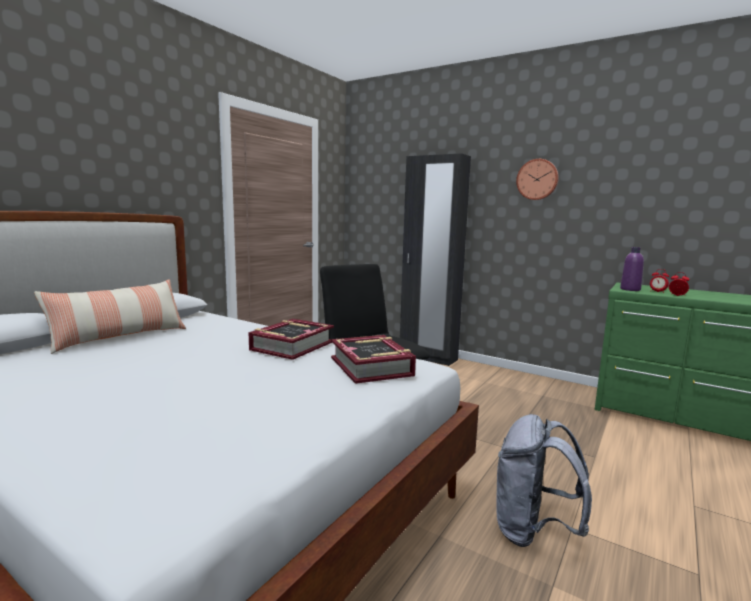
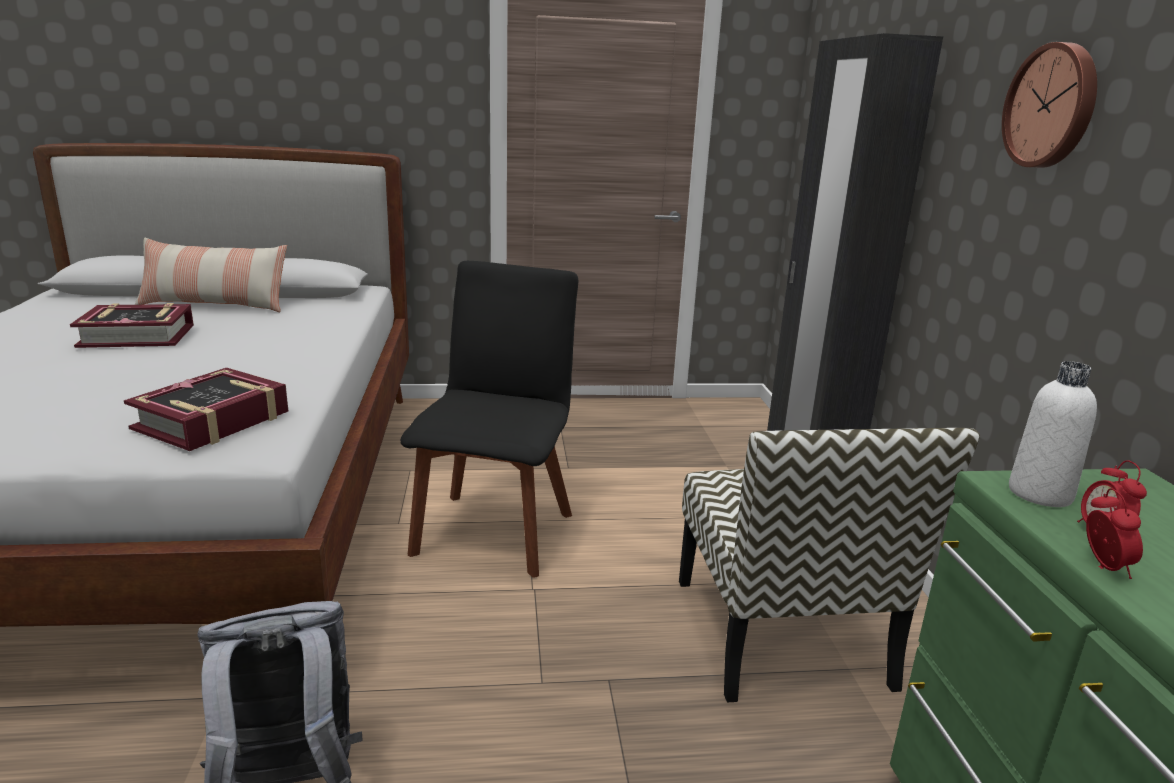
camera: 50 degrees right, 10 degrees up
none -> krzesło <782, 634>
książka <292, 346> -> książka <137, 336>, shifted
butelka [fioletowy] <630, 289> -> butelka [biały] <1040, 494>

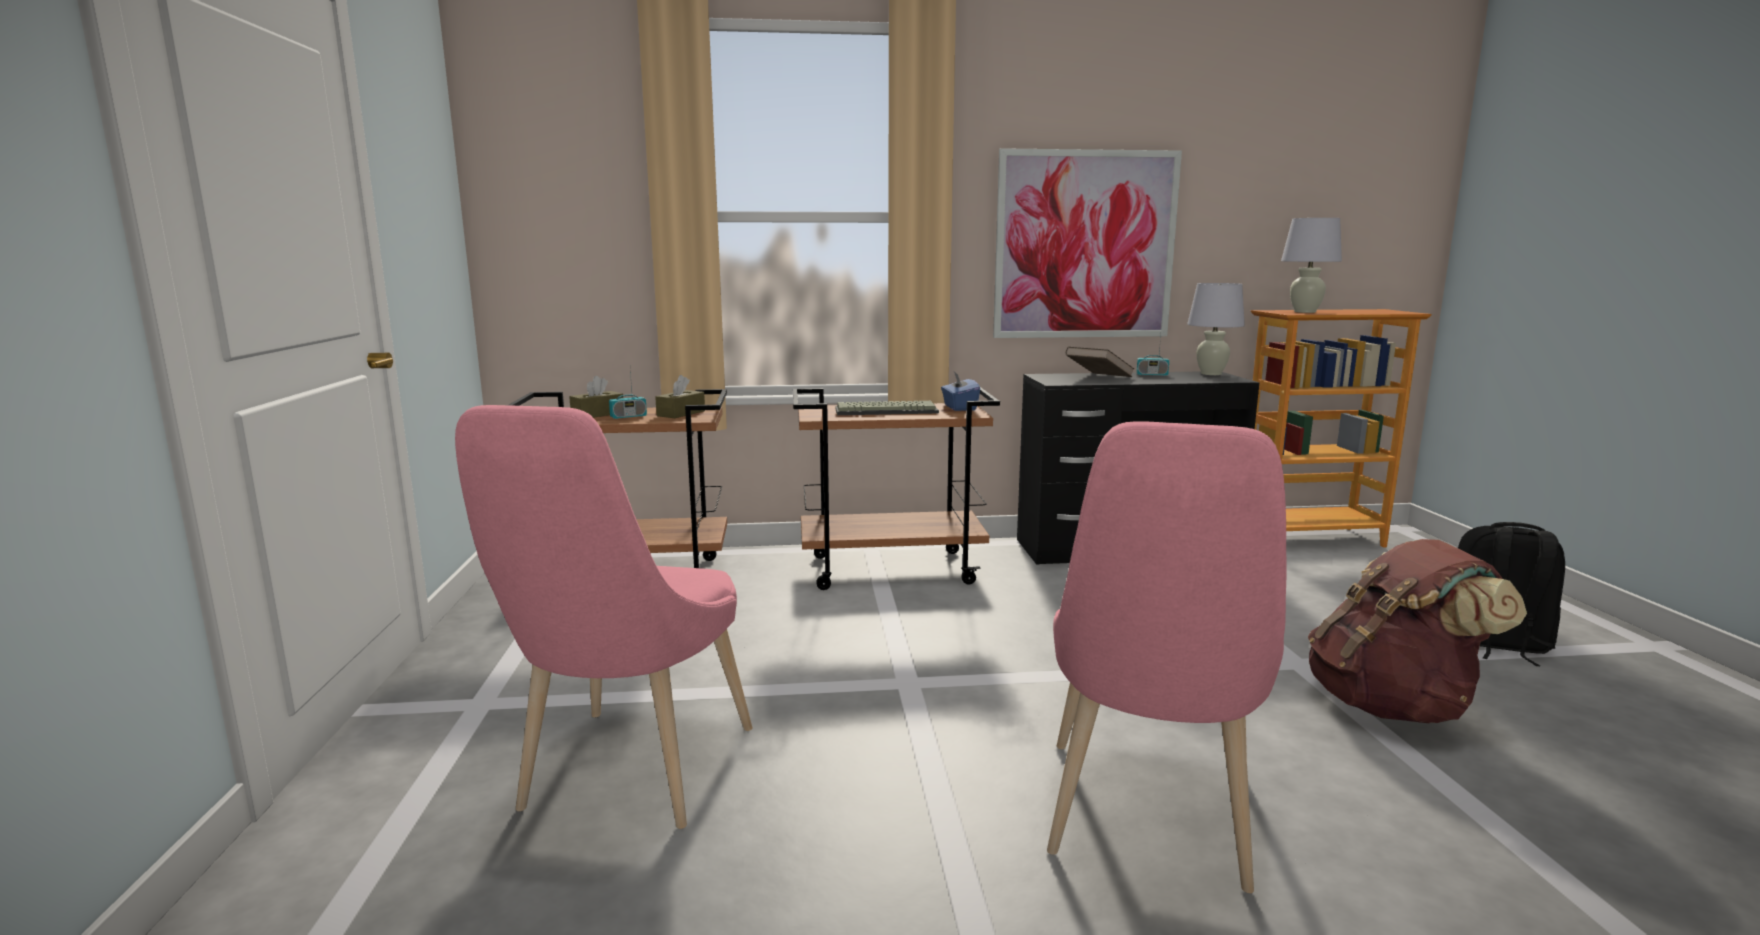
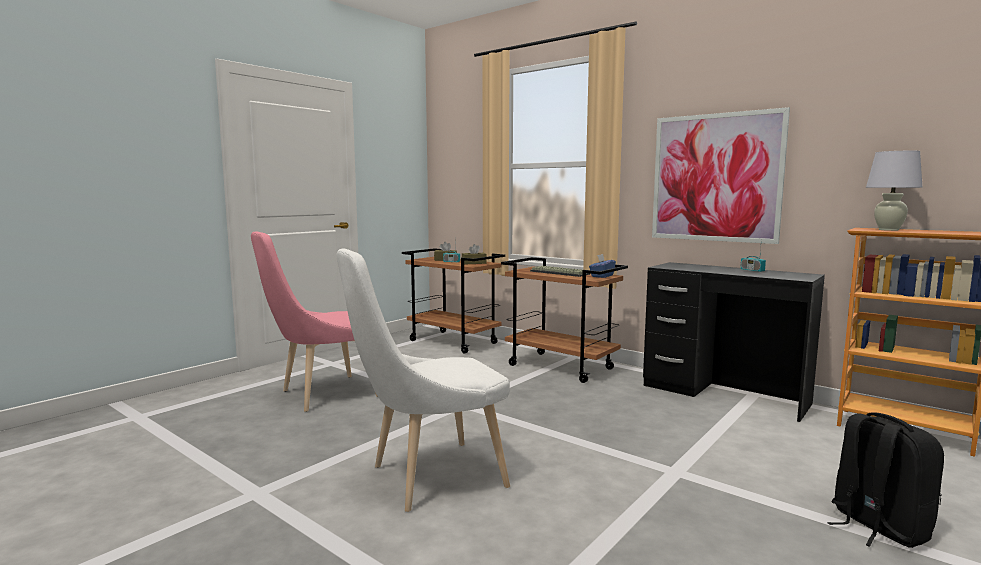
camera: 45 degrees right, 5 degrees down
książka [brązowy] <1098, 377> -> none
lampa stołowa [biały] <1211, 374> -> none
plecak [brązowy] <1393, 706> -> none
krzesło [różowy] <1147, 823> -> krzesło [biały] <429, 478>

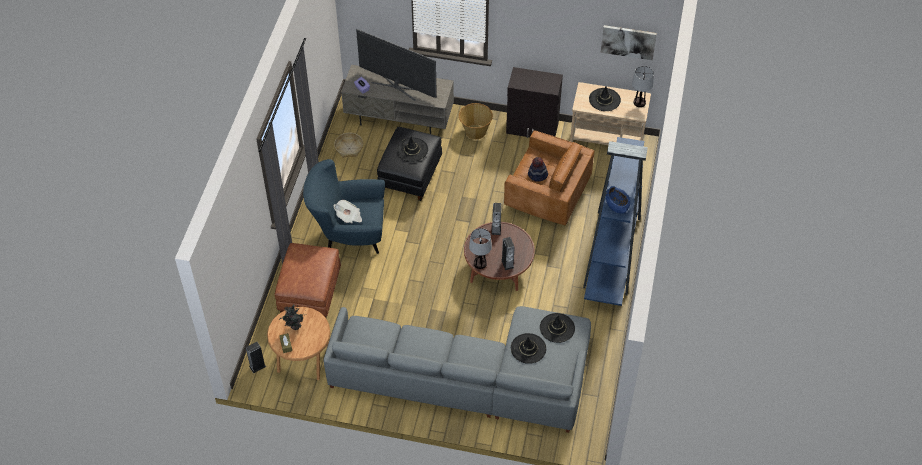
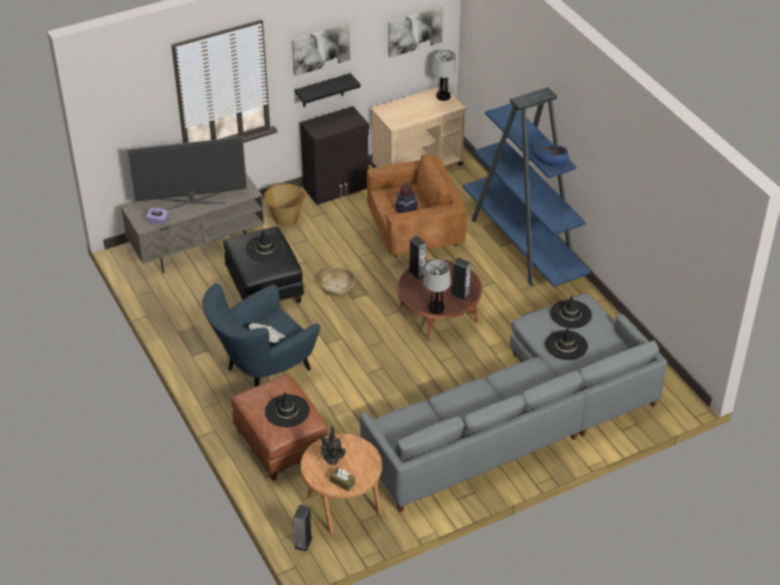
camera: 40 degrees left, 10 degrees down
none -> obraz <320, 48>
none -> półka [czarny] <323, 91>
koszyk <349, 148> -> koszyk <337, 286>, shifted
kapelusz [czarny] <604, 100> -> kapelusz [czarny] <287, 411>, shifted

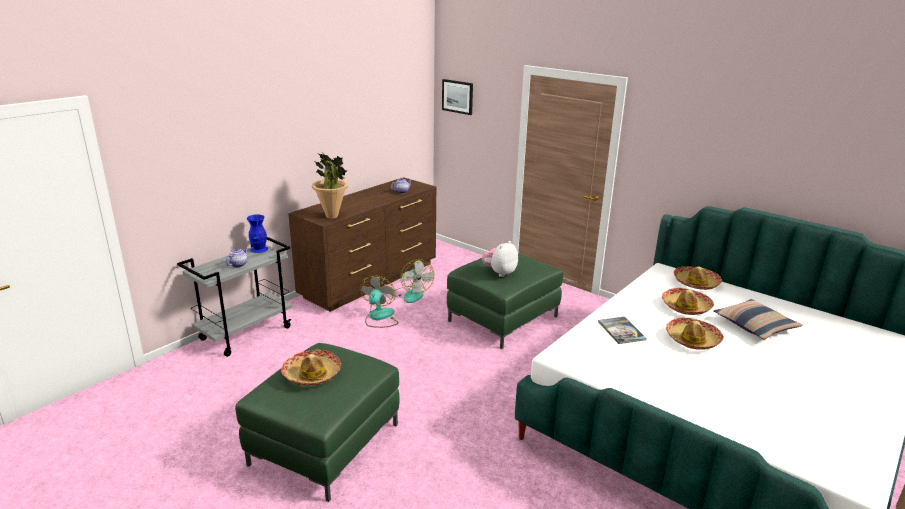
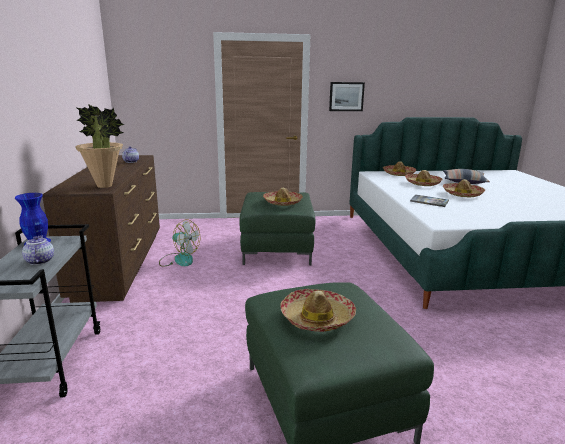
camera: 45 degrees left, 5 degrees down
wentylator <379, 317> -> none
obraz <457, 96> -> obraz <346, 96>, shifted
pluszak <499, 273> -> kapelusz <282, 202>

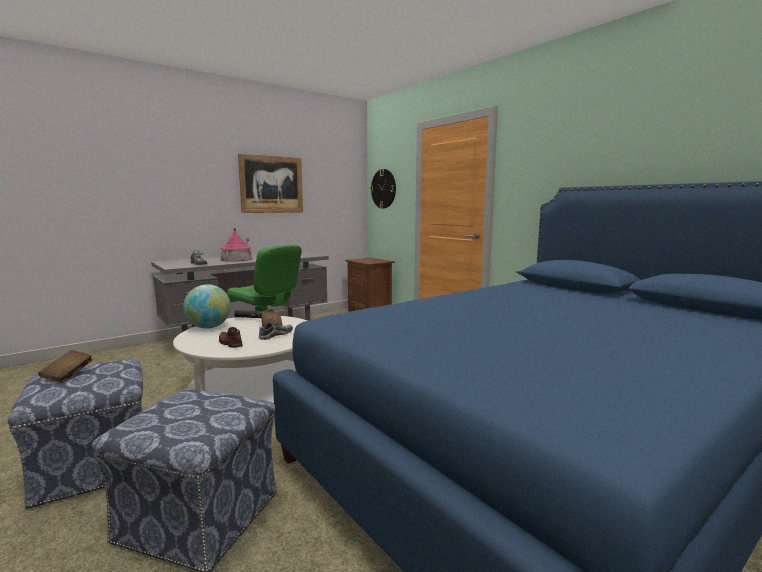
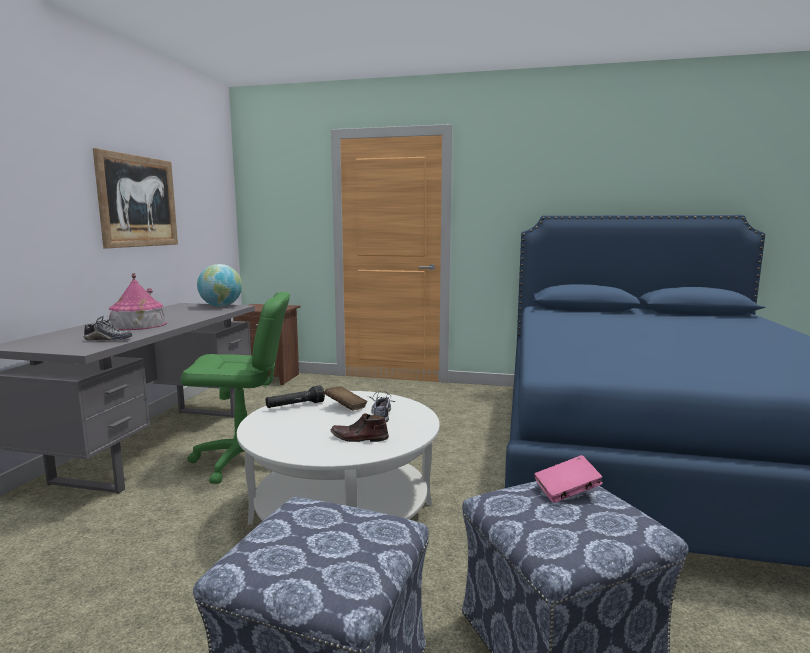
camera: 40 degrees left, 0 degrees up
książka [brązowy] <68, 375> -> none
zegar ścienny <383, 188> -> none
none -> książka [różowy] <567, 492>
globus <209, 327> -> globus <221, 306>, shifted

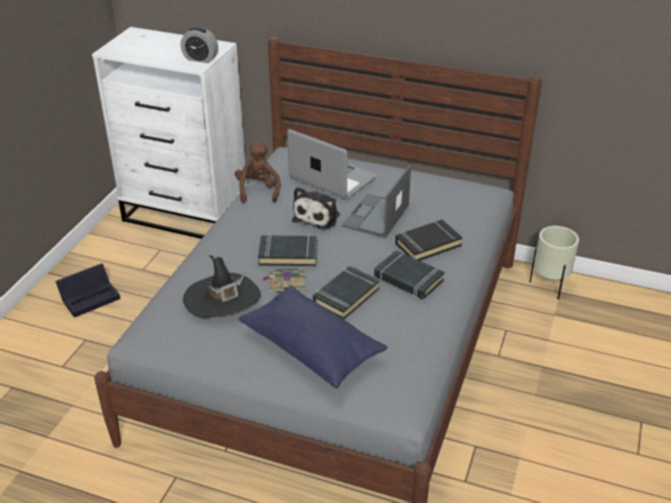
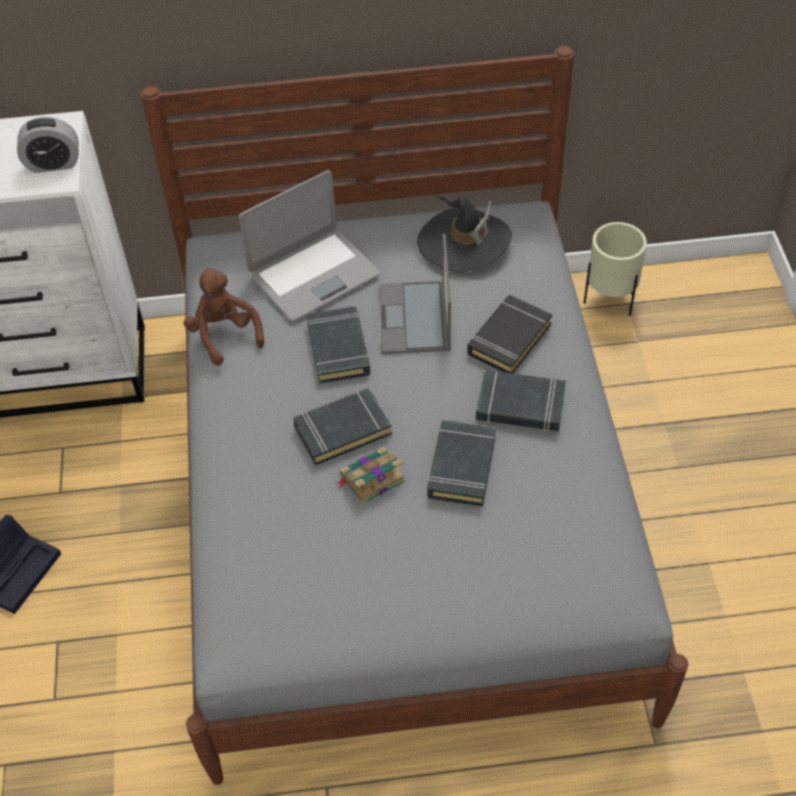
camera: 25 degrees left, 15 degrees up
poduszka [niebieski] <312, 348> -> none
kapelusz [czarny] <222, 299> -> kapelusz [czarny] <464, 243>, shifted
pluszak <318, 216> -> książka [czarny] <338, 349>
laptop <332, 179> -> laptop <313, 275>, 135 degrees clockwise

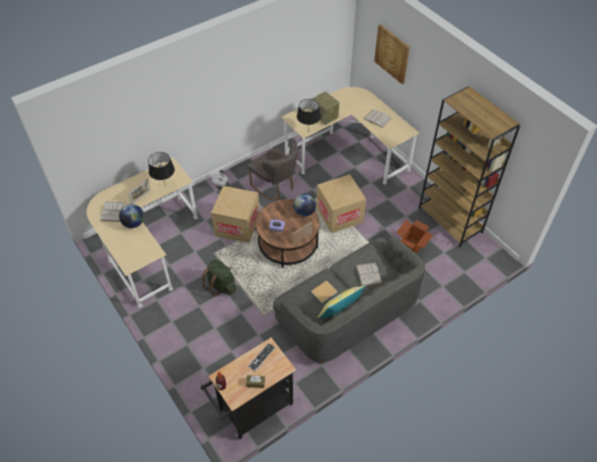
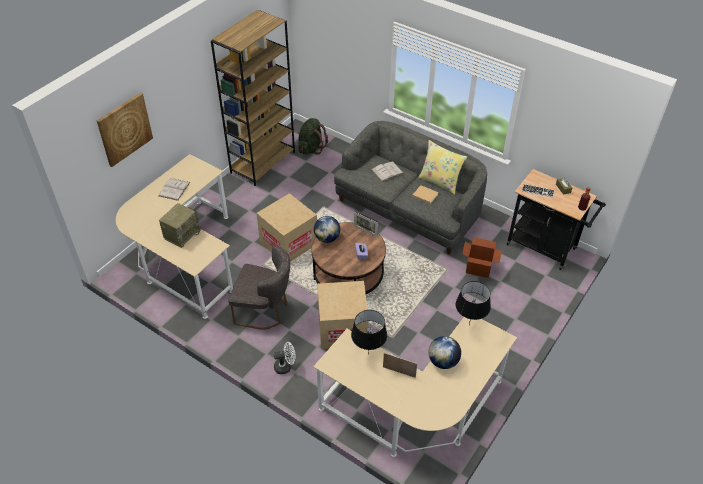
camera: 110 degrees left, 5 degrees down
książka [biały] <112, 211> -> none
plecak [zielony] <221, 286> -> plecak [zielony] <311, 148>, shifted
lampa stołowa [czarny] <308, 132> -> lampa stołowa [czarny] <469, 324>, shifted
karton <411, 247> -> karton <478, 268>, shifted
krzesło [szary] <276, 186> -> krzesło [szary] <265, 311>, 75 degrees clockwise

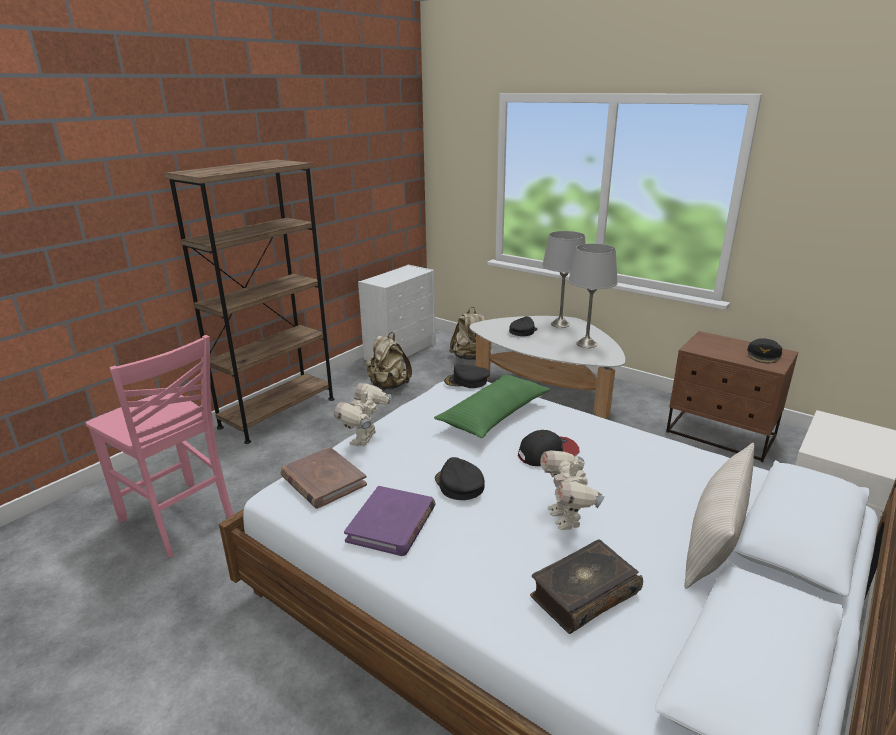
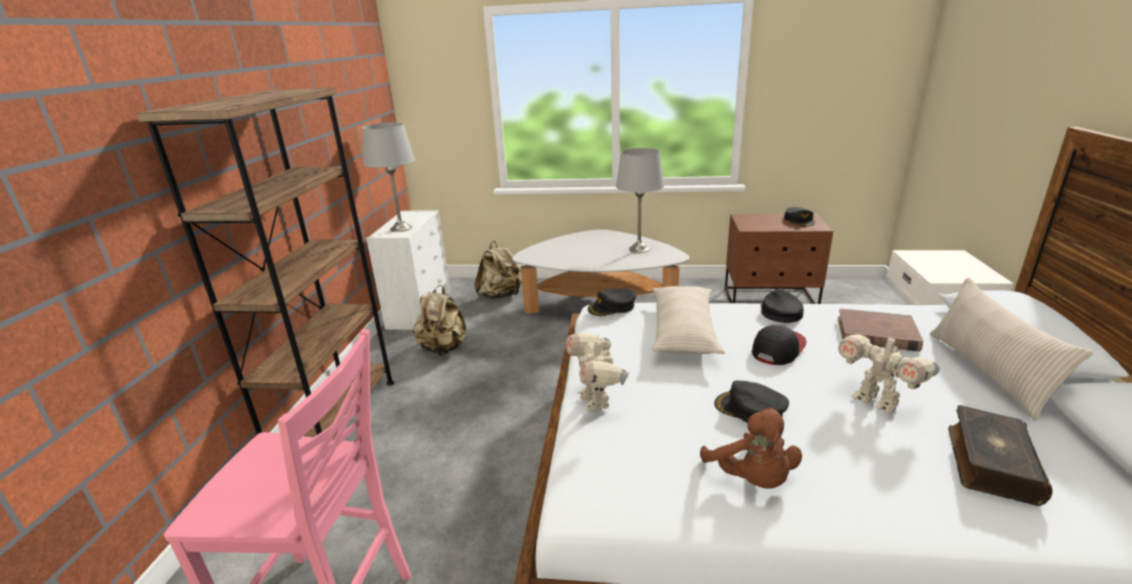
camera: 30 degrees left, 0 degrees up
książka [brązowy] <323, 481> -> książka [brązowy] <877, 334>, shifted
czapka z daszkiem [czarny] <522, 331> -> czapka z daszkiem [czarny] <780, 312>, shifted
lampa stołowa [szary] <560, 324> -> lampa stołowa [szary] <400, 228>, shifted
książka [fioletowy] <392, 524> -> pluszak [brązowy] <751, 479>
poduszka [zielony] <494, 415> -> poduszka [beżowy] <683, 331>

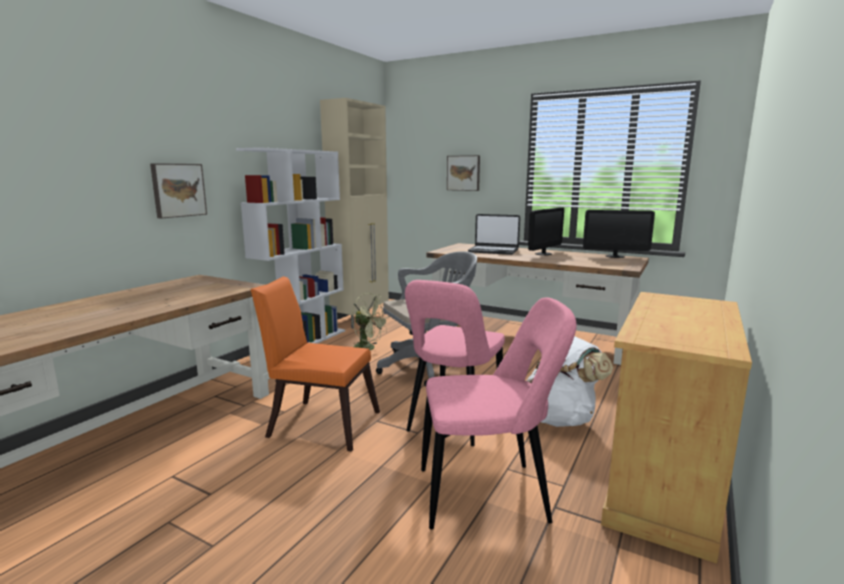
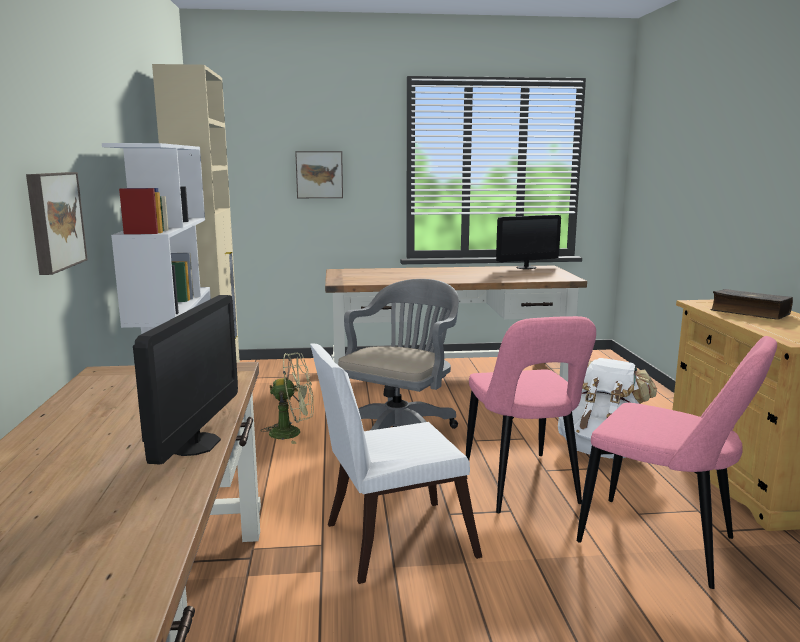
camera: 35 degrees left, 0 degrees up
laptop <493, 251> -> none
none -> książka <749, 313>
monitor <543, 254> -> monitor <194, 444>, shifted
krzesło [pomarańczowy] <319, 423> -> krzesło [biały] <390, 541>
krzesło [różowy] <489, 495> -> krzesło [różowy] <663, 543>, 75 degrees clockwise

